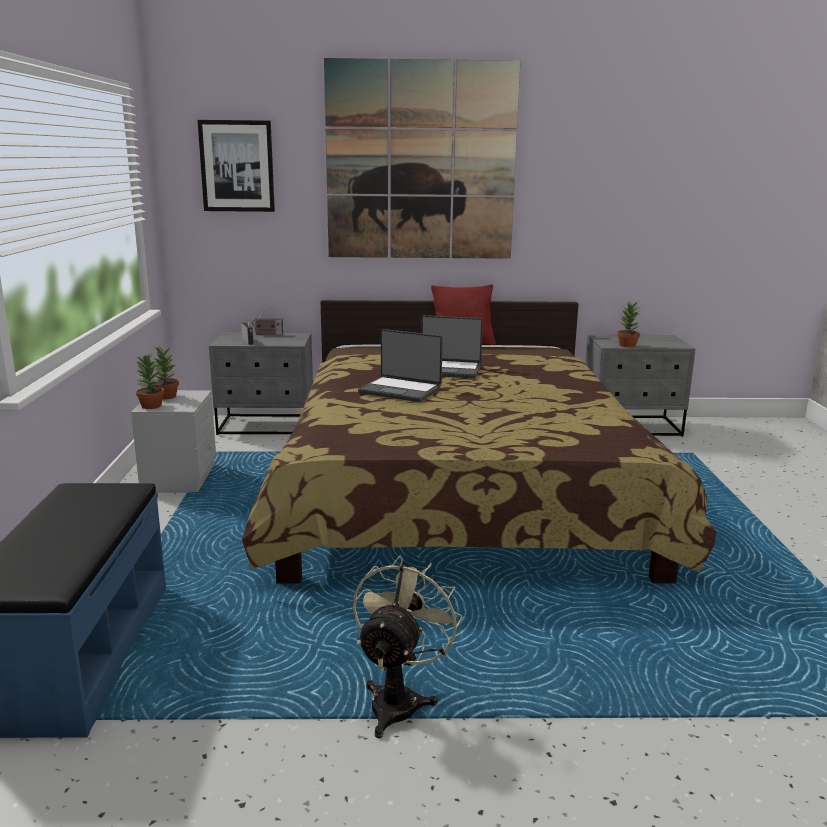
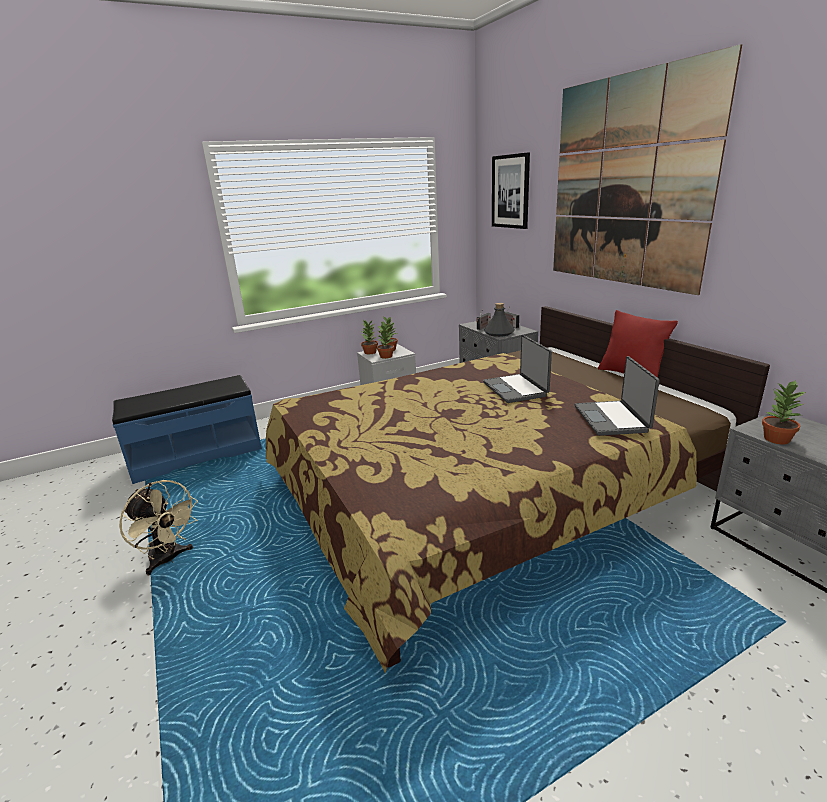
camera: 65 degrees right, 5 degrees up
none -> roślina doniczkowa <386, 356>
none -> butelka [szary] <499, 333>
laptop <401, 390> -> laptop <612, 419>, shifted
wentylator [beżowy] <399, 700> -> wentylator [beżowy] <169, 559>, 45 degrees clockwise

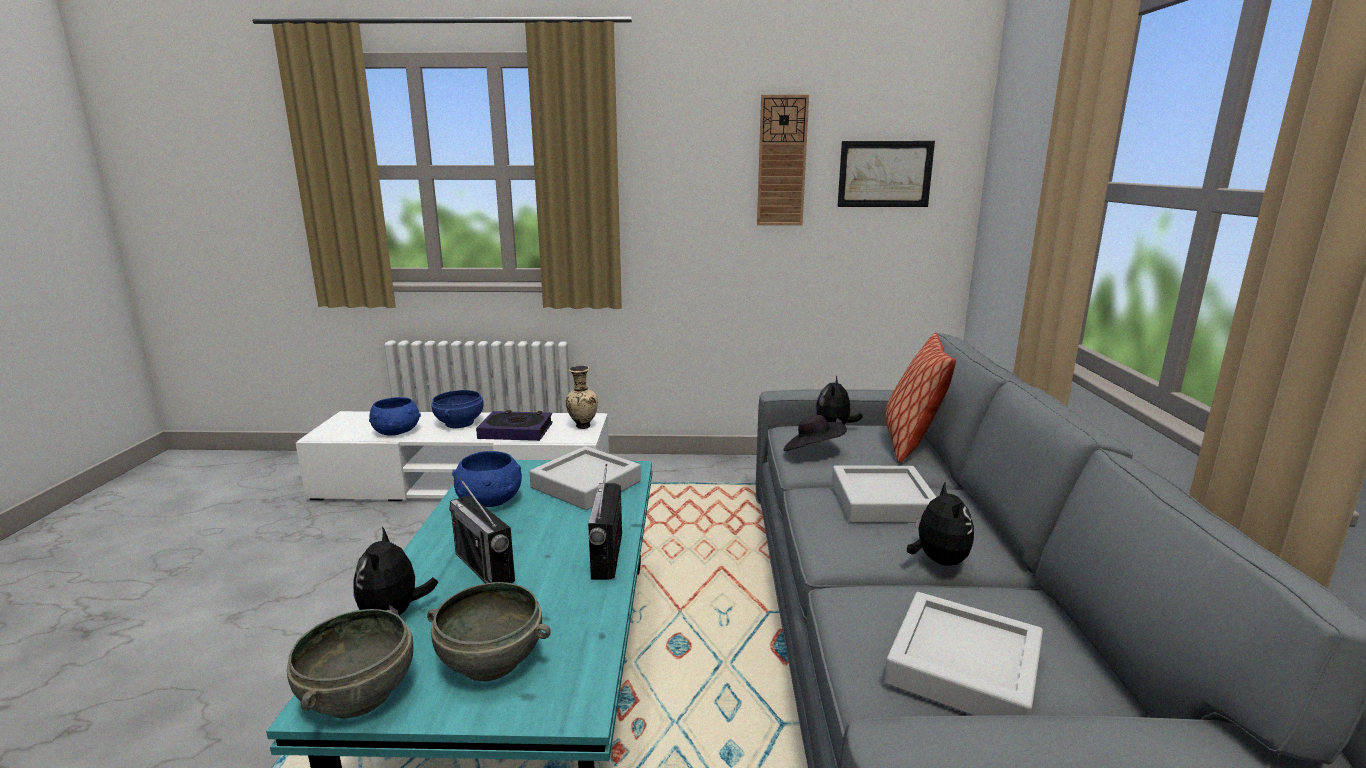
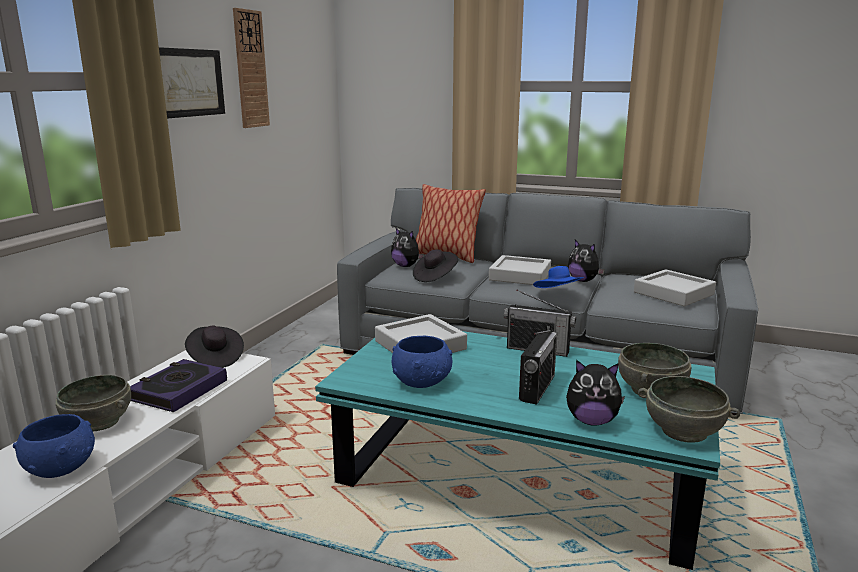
camera: 70 degrees left, 0 degrees up
none -> kapelusz [niebieski] <558, 294>
obraz <885, 174> -> obraz <190, 83>, shifted
wazon [beżowy] <582, 426> -> kapelusz [czarny] <215, 358>
miska [niebieski] <460, 423> -> miska [szary] <99, 422>
radio <484, 568> -> radio <537, 388>, 45 degrees counterclockwise
pluszak <937, 560> -> pluszak <583, 280>, 150 degrees counterclockwise

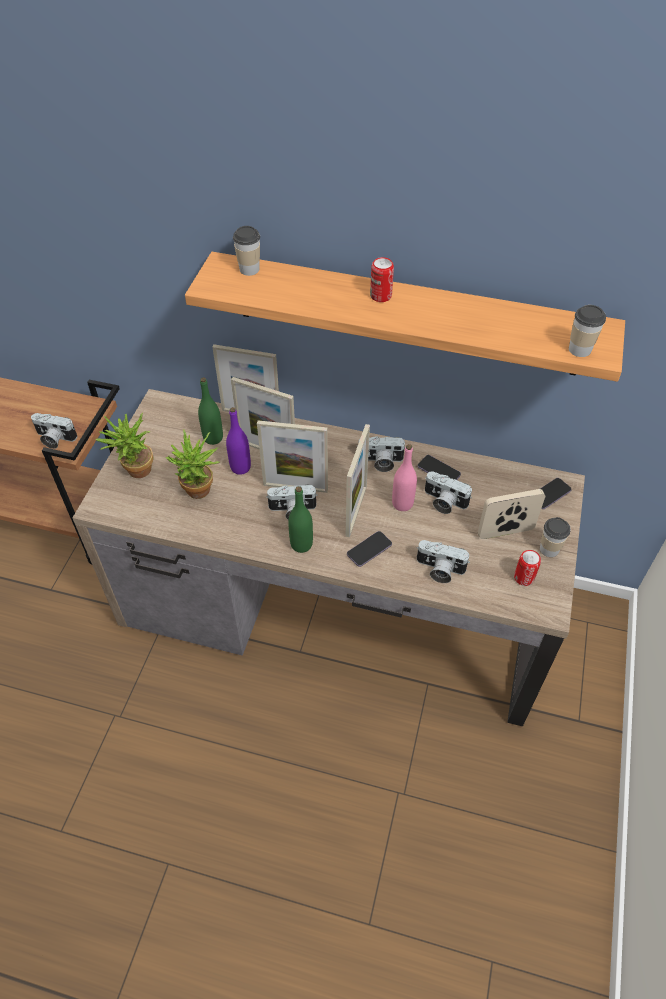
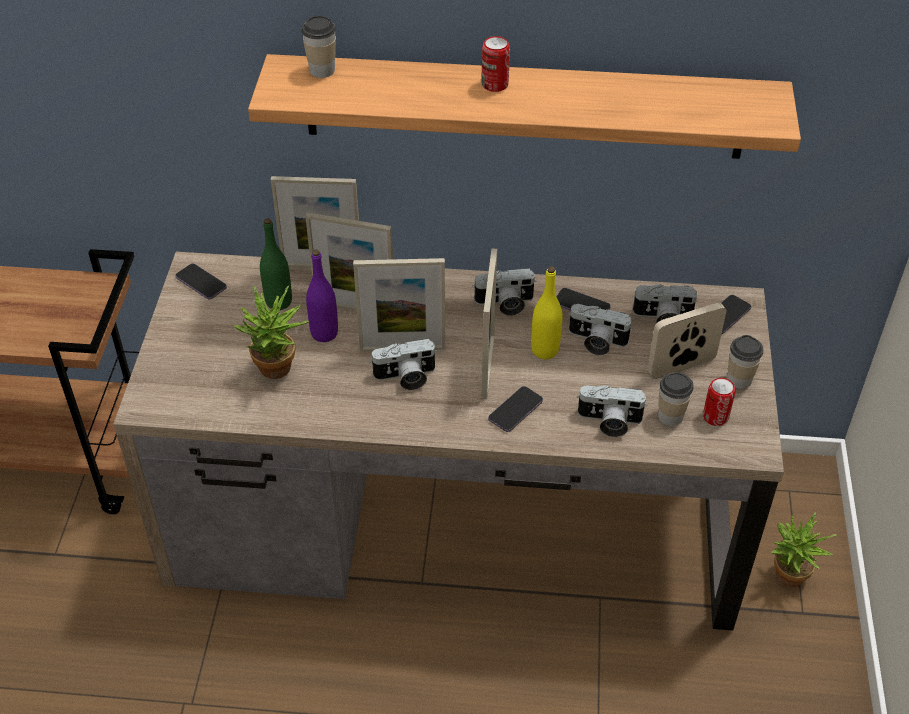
camera: 10 degrees left, 5 degrees down
butelka [zielony] <301, 544> -> none
none -> telefon <201, 283>
aparat fotograficzny <54, 439> -> aparat fotograficzny <662, 319>, shifted
roślina doniczkowa <135, 472> -> roślina doniczkowa <787, 580>, shifted
filiżanka <579, 349> -> filiżanka <670, 416>, shifted
butelka [różowy] <402, 503> -> butelka [żółty] <545, 350>

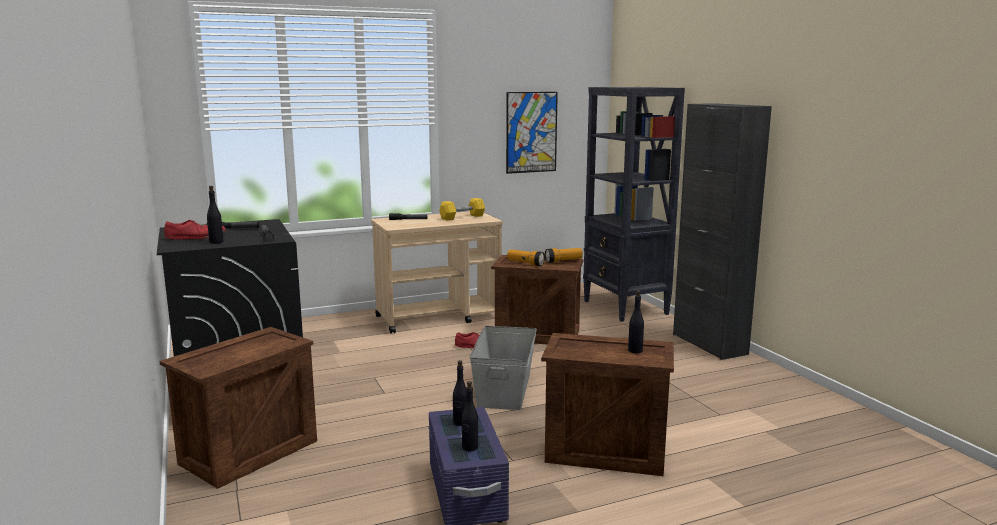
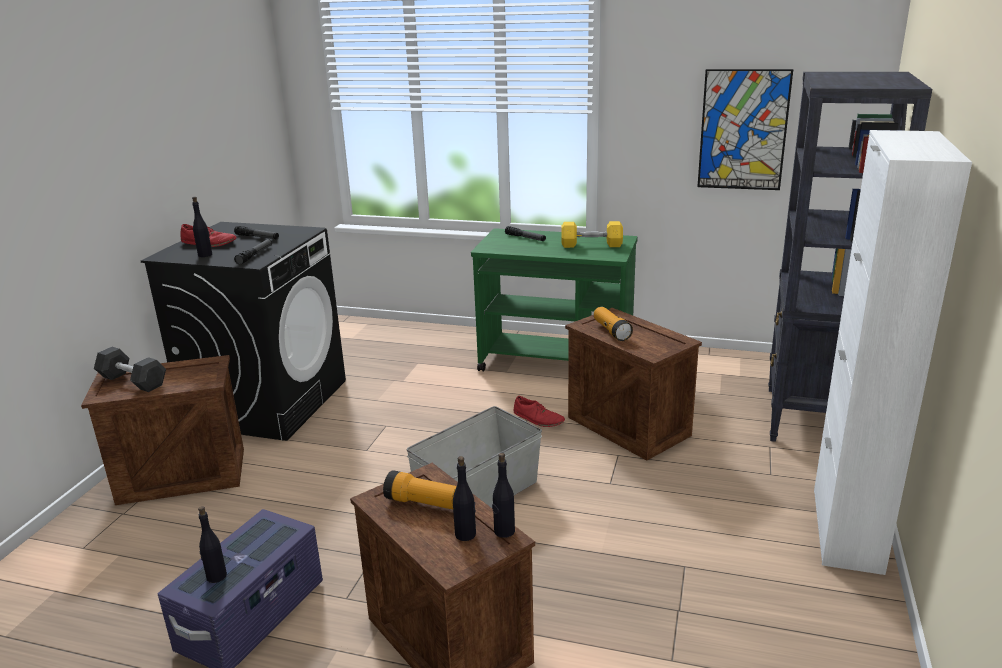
camera: 40 degrees right, 10 degrees up
none -> hantel [szary] <132, 381>
butelka [czarny] <460, 422> -> butelka [czarny] <504, 531>, shifted
latarka <563, 261> -> latarka <423, 503>, shifted
wózek [beżowy] <439, 317> -> wózek [zielony] <557, 363>
szafka [czarny] <709, 344> -> szafka [biały] <846, 530>

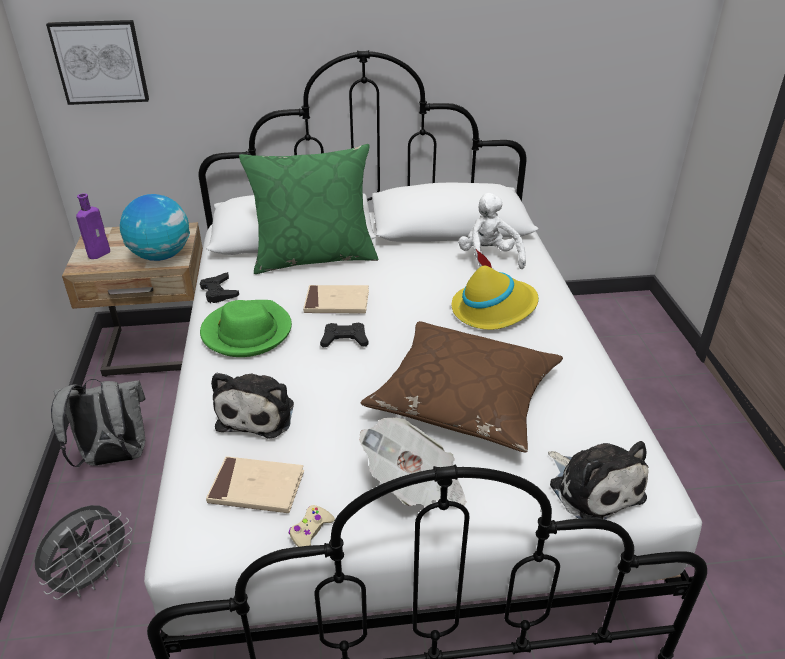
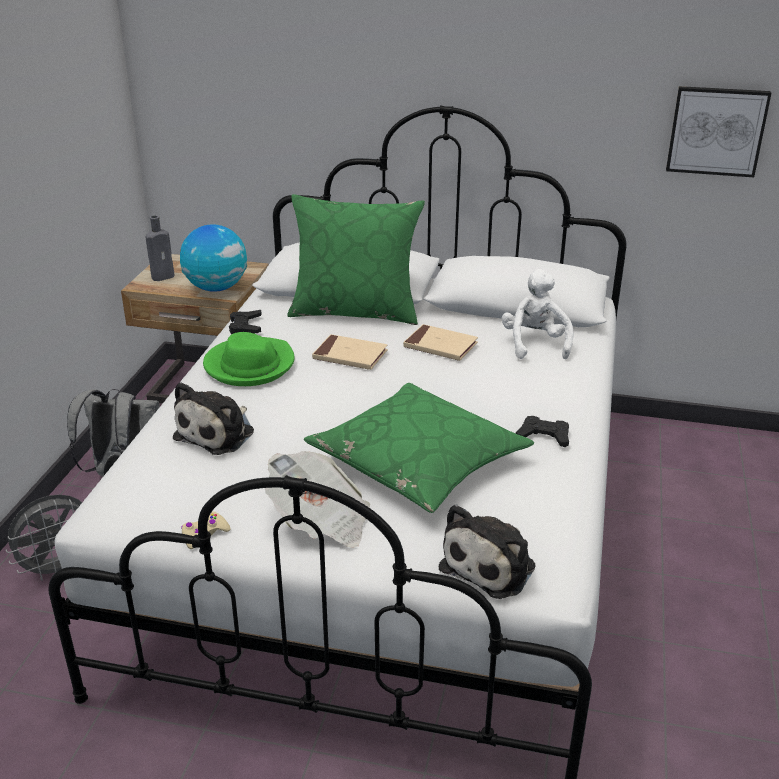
camera: 20 degrees right, 5 degrees down
kapelusz [żółty] <493, 309> -> none
obraz <100, 62> -> obraz <716, 131>, shifted
książka [beżowy] <256, 488> -> książka [beżowy] <440, 346>, shifted
pad do gier [czarny] <344, 339> -> pad do gier [czarny] <544, 436>, shifted
butelka [fioletowy] <100, 253> -> butelka [szary] <164, 276>
poduszka [brązowy] <464, 397> -> poduszka [zielony] <418, 462>
pluszak <593, 488> -> pluszak <491, 565>, 45 degrees clockwise

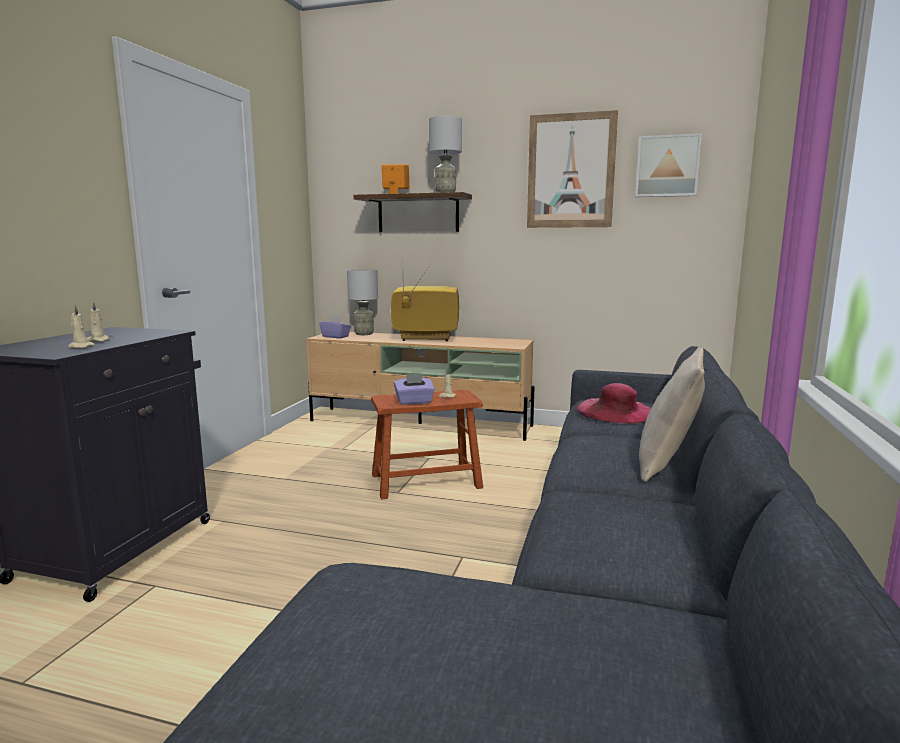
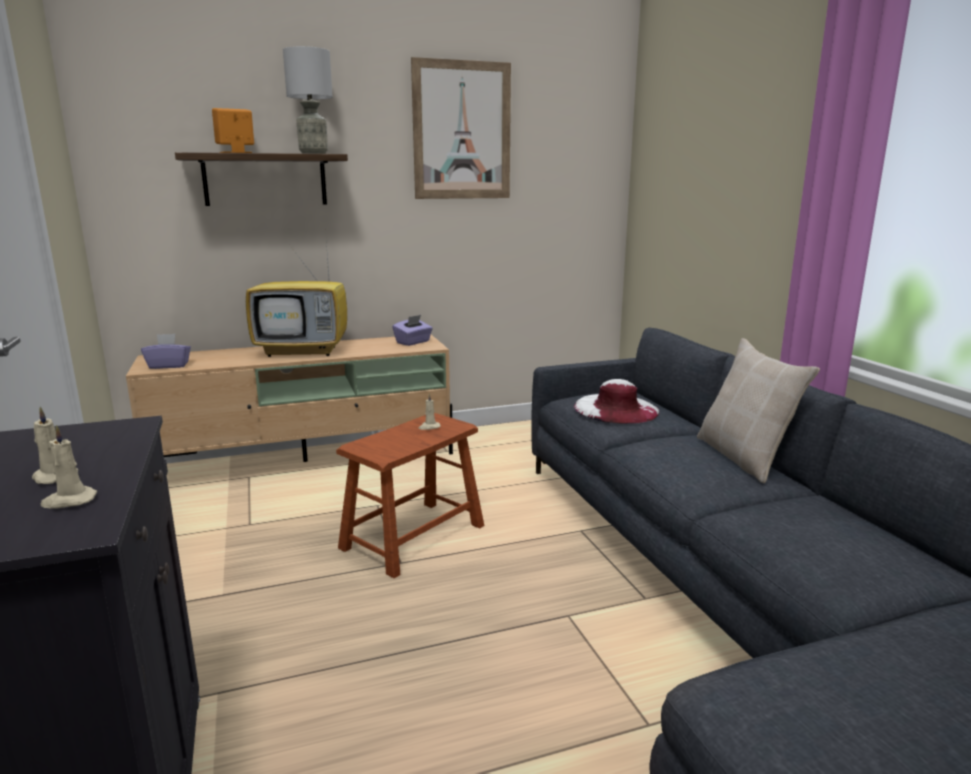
camera: 35 degrees left, 5 degrees up
lampa stołowa [szary] <364, 334> -> none
obraz <667, 166> -> none
pudełko chusteczek [fioletowy] <414, 402> -> pudełko chusteczek [fioletowy] <413, 342>, shifted
kapelusz [różowy] <616, 411> -> kapelusz [biały] <616, 409>
telewizor <424, 339> -> telewizor <304, 351>, 150 degrees counterclockwise

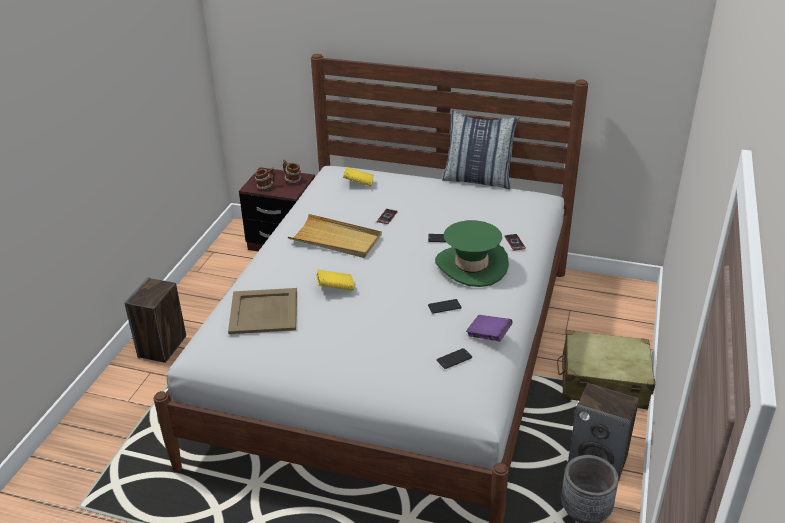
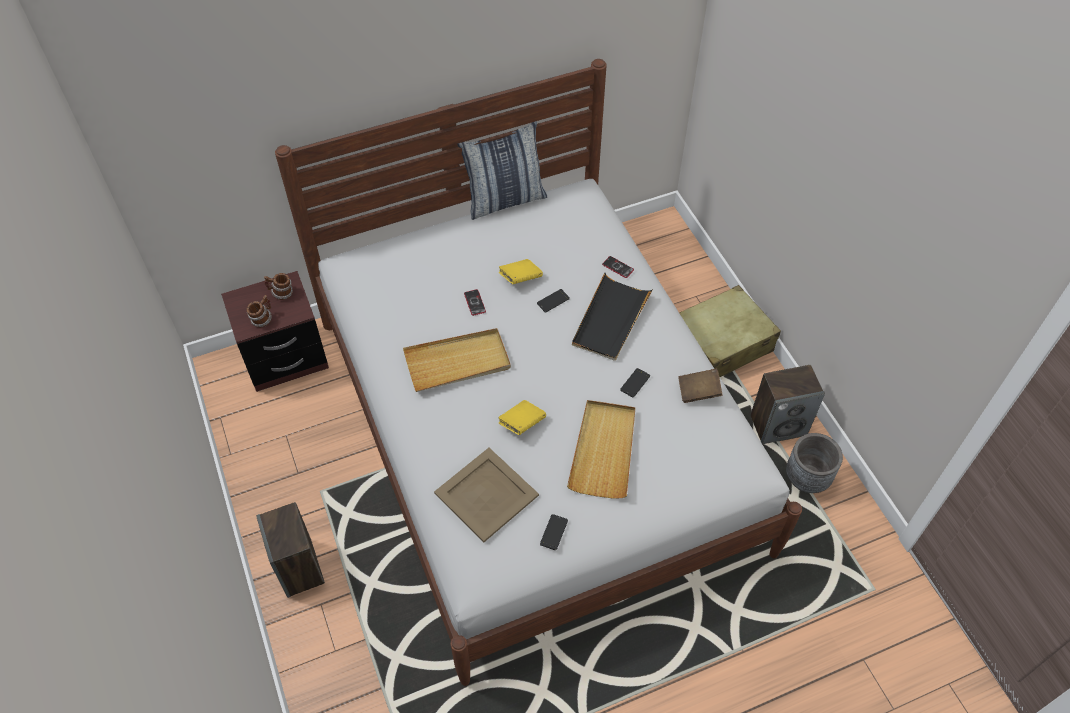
camera: 40 degrees left, 20 degrees up
none -> taca [beżowy] <603, 450>
książka [żółty] <358, 184> -> książka [żółty] <520, 278>, shifted
telefon <454, 359> -> telefon <554, 532>, shifted
kapelusz [zielony] <471, 266> -> taca [czarny] <610, 320>
książka [fioletowy] <488, 336> -> książka [brązowy] <698, 392>

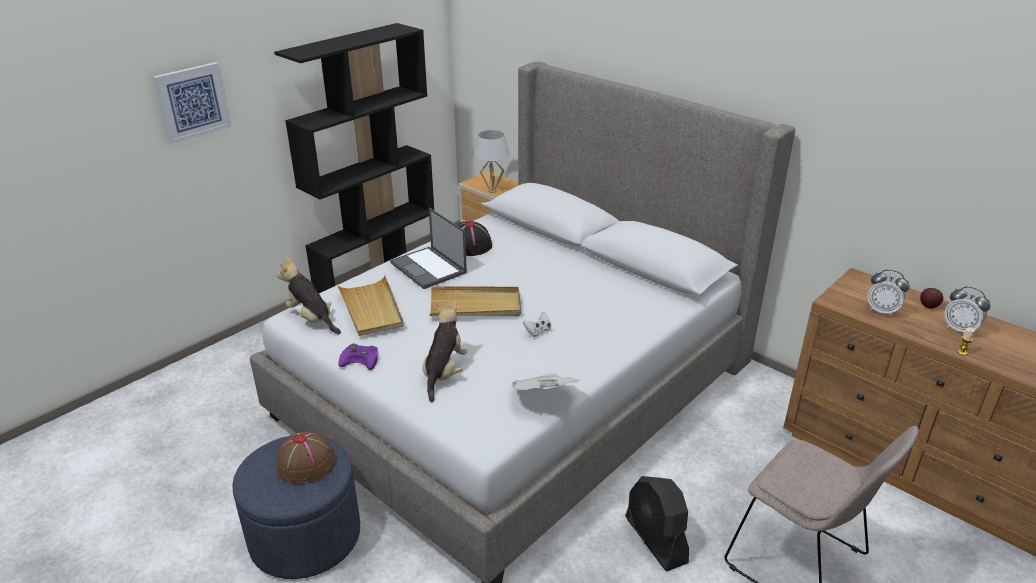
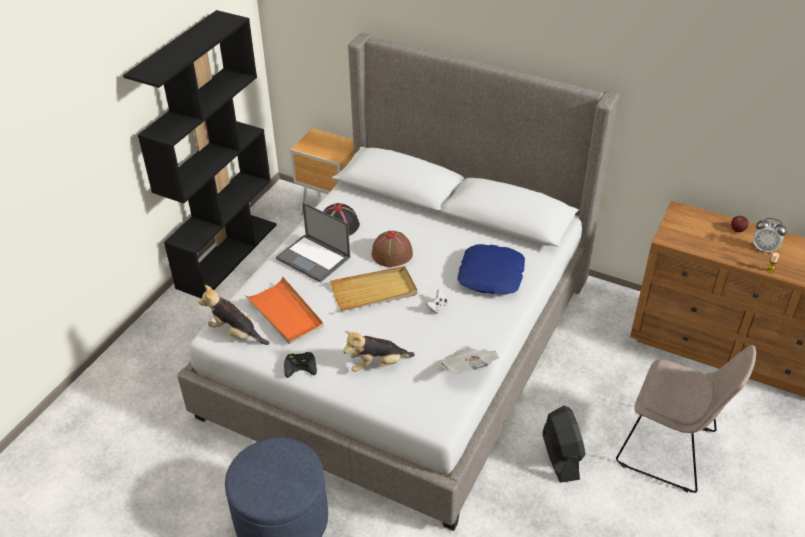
camera: 15 degrees left, 10 degrees up
obraz <192, 102> -> none
lampa stołowa [biały] <492, 191> -> none
budzik <882, 311> -> none
none -> poduszka [niebieski] <491, 276>
kapelusz [brązowy] <306, 463> -> kapelusz [brązowy] <392, 253>, shifted
taca [beżowy] <371, 309> -> taca [pomarańczowy] <285, 313>
pad do gier [fioletowy] <361, 358> -> pad do gier [czarny] <301, 365>
pluszak <444, 373> -> pluszak <377, 365>, 105 degrees counterclockwise
wentylator [czarny] <655, 540> -> wentylator [czarny] <560, 456>, 150 degrees counterclockwise

